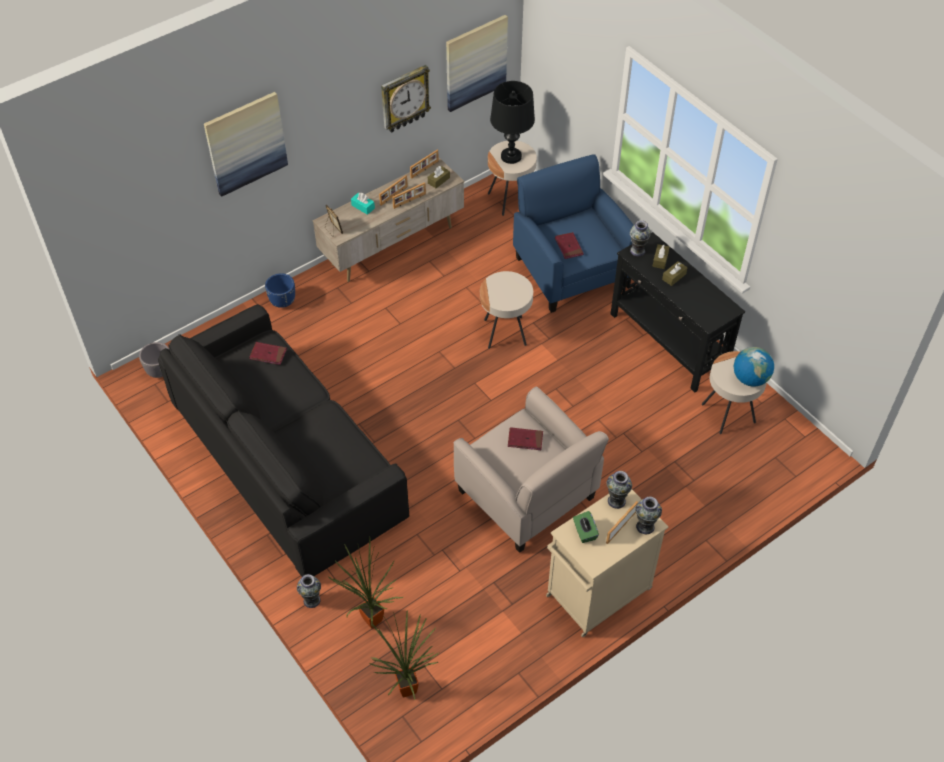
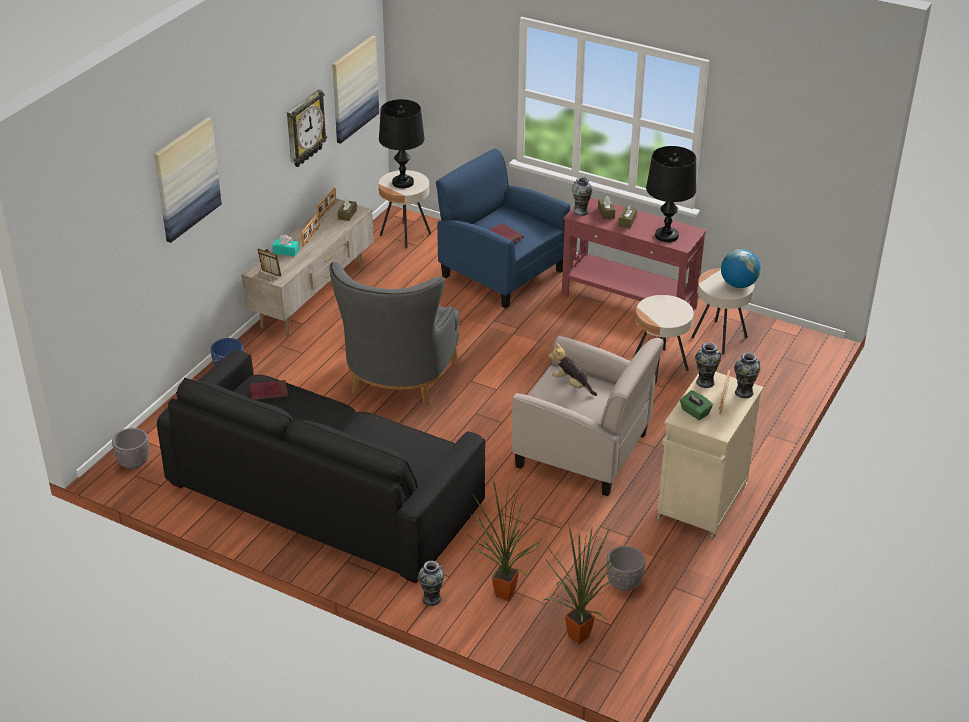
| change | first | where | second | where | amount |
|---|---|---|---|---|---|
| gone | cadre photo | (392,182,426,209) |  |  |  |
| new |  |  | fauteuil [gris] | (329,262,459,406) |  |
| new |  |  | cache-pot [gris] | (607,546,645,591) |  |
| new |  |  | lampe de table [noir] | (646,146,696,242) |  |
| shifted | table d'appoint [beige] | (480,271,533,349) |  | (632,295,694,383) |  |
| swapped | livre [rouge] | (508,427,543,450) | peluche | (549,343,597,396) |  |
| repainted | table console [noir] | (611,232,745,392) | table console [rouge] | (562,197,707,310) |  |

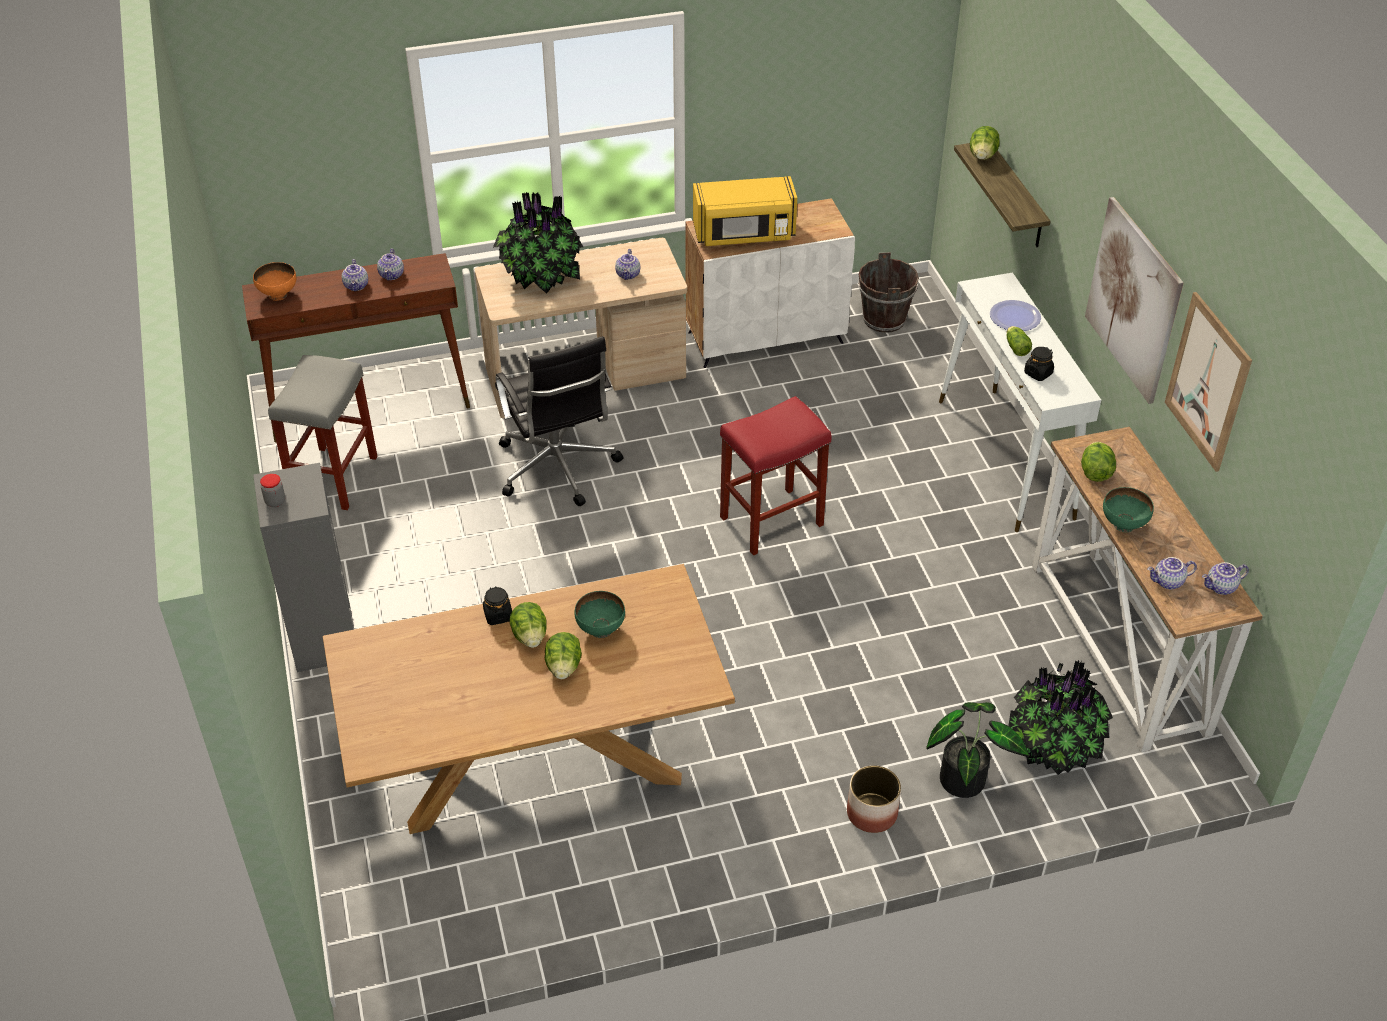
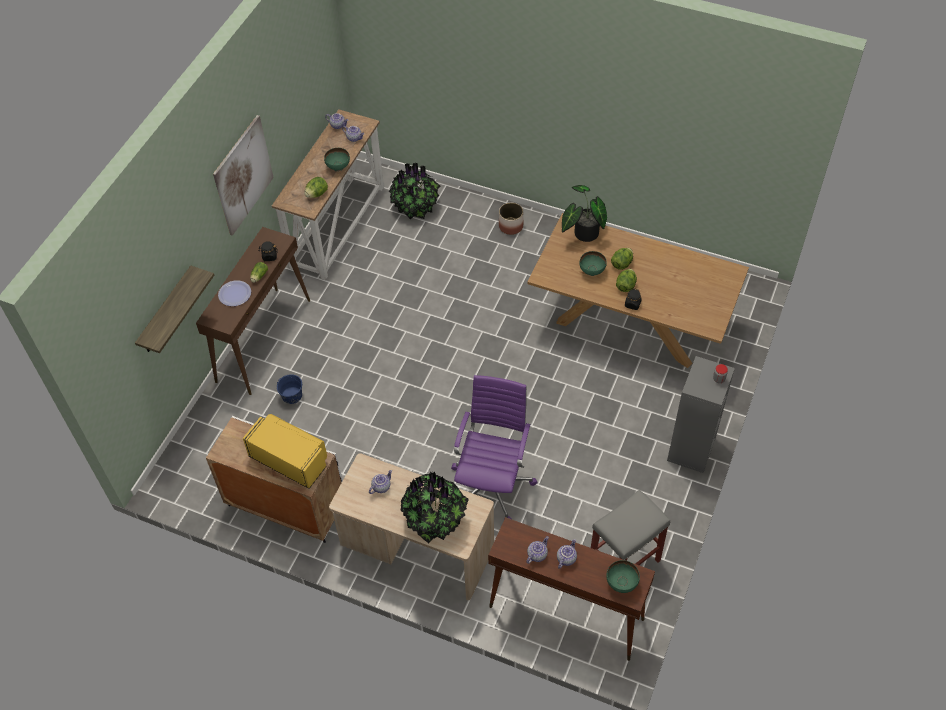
| change | first | where | second | where | amount |
|---|---|---|---|---|---|
| gone | tabouret [rouge] | (720,396,832,555) |  |  |  |
| gone | seau [marron] | (858,252,919,333) |  |  |  |
| gone | laitue | (970,126,1000,160) |  |  |  |
| gone | tableau | (1165,292,1252,472) |  |  |  |
| new |  |  | seau [bleu] | (277,374,302,404) |  |
| shifted | plante en pot | (926,702,1029,798) |  | (562,185,607,242) |  |
| repainted | bol [orange] | (253,262,296,301) | bol [vert] | (606,560,640,593) |  |
| repainted | chaise de bureau [noir] | (495,336,623,506) | chaise de bureau [violet] | (451,375,538,519) |  |
| repainted | table console [blanc] | (939,272,1101,532) | table console [marron] | (196,227,310,395) |  |

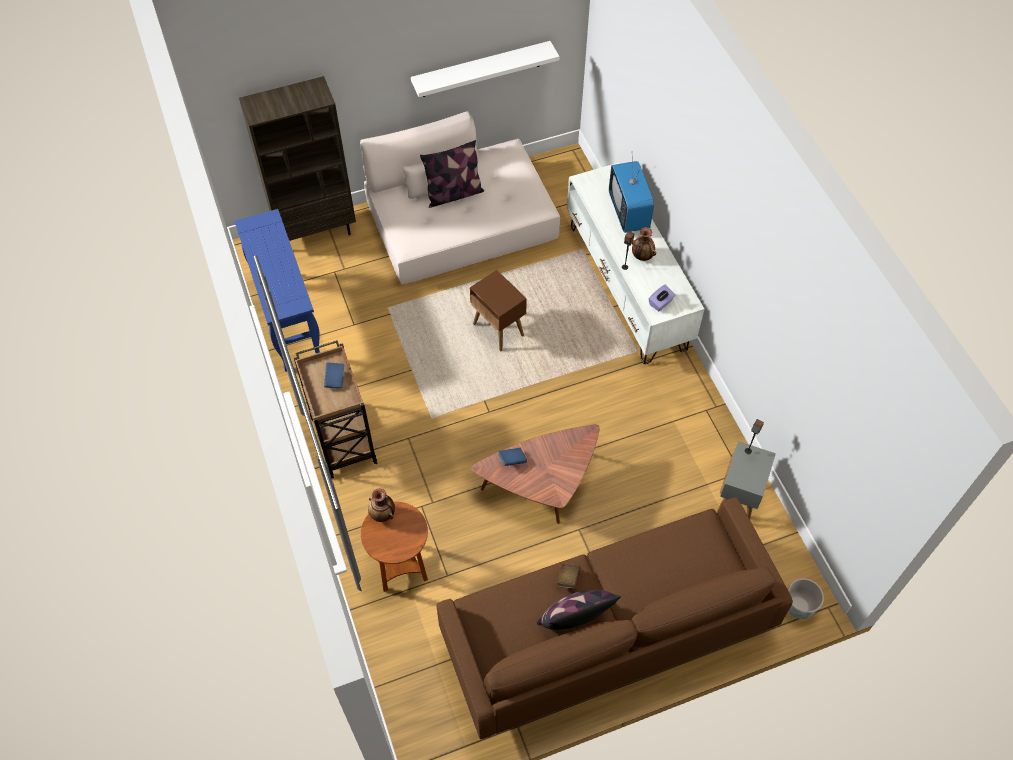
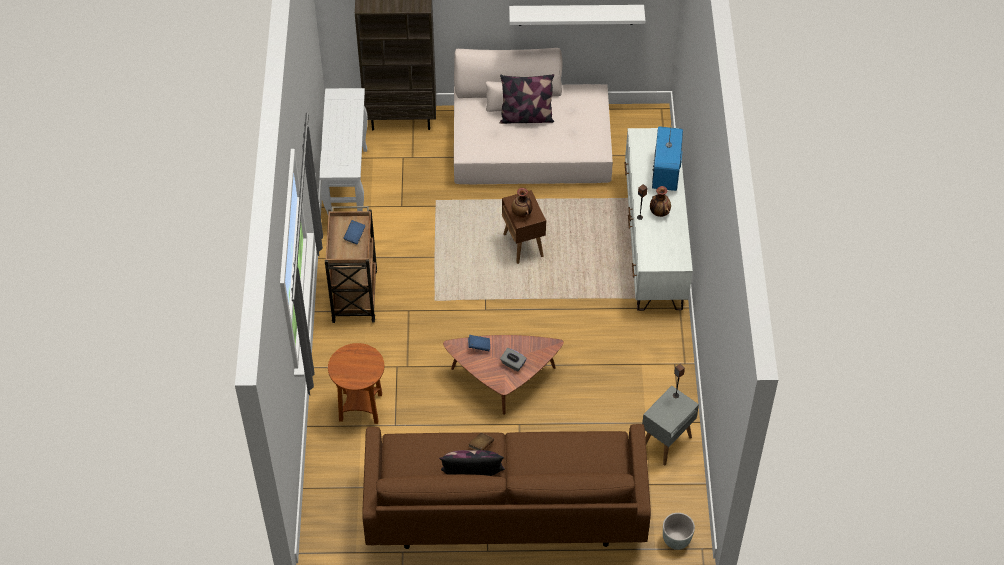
| change | first | where | second | where | amount |
|---|---|---|---|---|---|
| gone | boîte à mouchoirs [violet] | (649,285,675,312) |  |  |  |
| new |  |  | boîte à mouchoirs [gris] | (500,348,527,372) |  |
| shifted | vase | (368,489,395,522) |  | (511,188,533,218) |  |
| repainted | table console [bleu] | (235,209,320,372) | table console [blanc] | (319,88,368,214) |  |

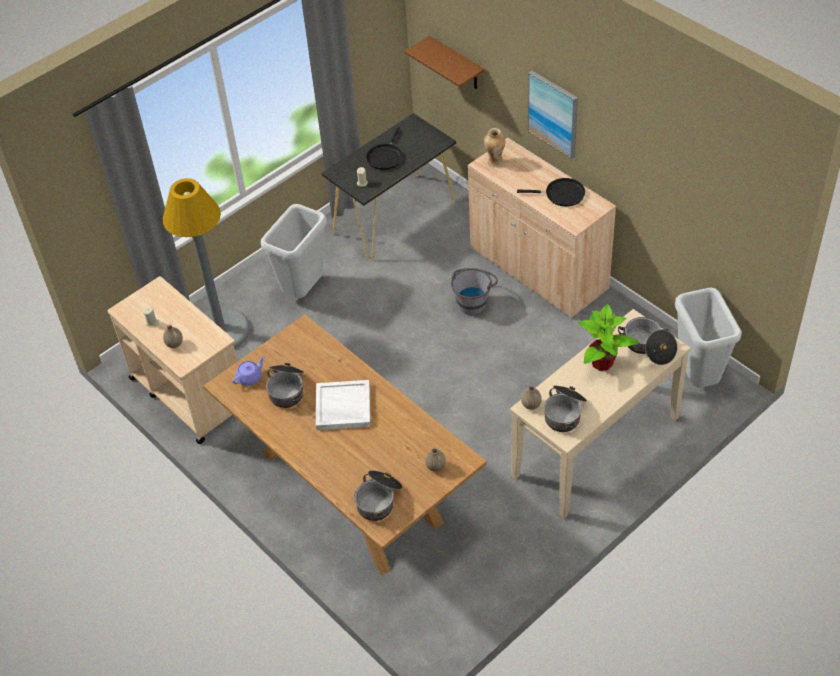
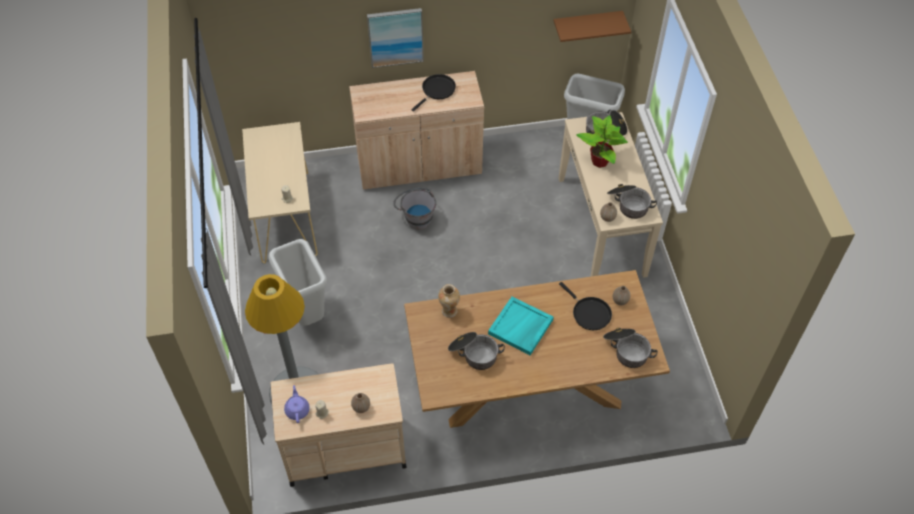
| change | first | where | second | where | amount |
|---|---|---|---|---|---|
| shifted | théière [violet] | (232,356,265,386) |  | (284,385,310,423) |  |
| shifted | poêle [noir] | (366,127,402,170) |  | (559,282,612,330) |  |
| shifted | étagère [marron] | (405,36,485,89) |  | (554,11,631,42) |  |
| shifted | vase | (484,128,505,167) |  | (438,284,460,318) |  |
| repainted | plateau [blanc] | (316,380,370,430) | plateau [turquoise] | (488,296,553,355) |  |
| repainted | table console [noir] | (321,113,456,260) | table console [beige] | (242,122,318,264) |  |

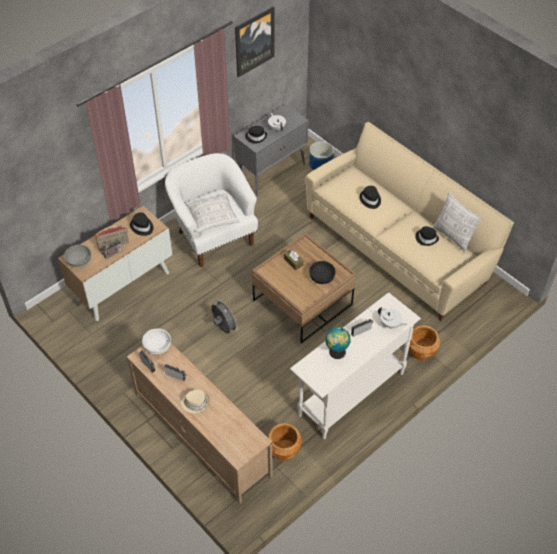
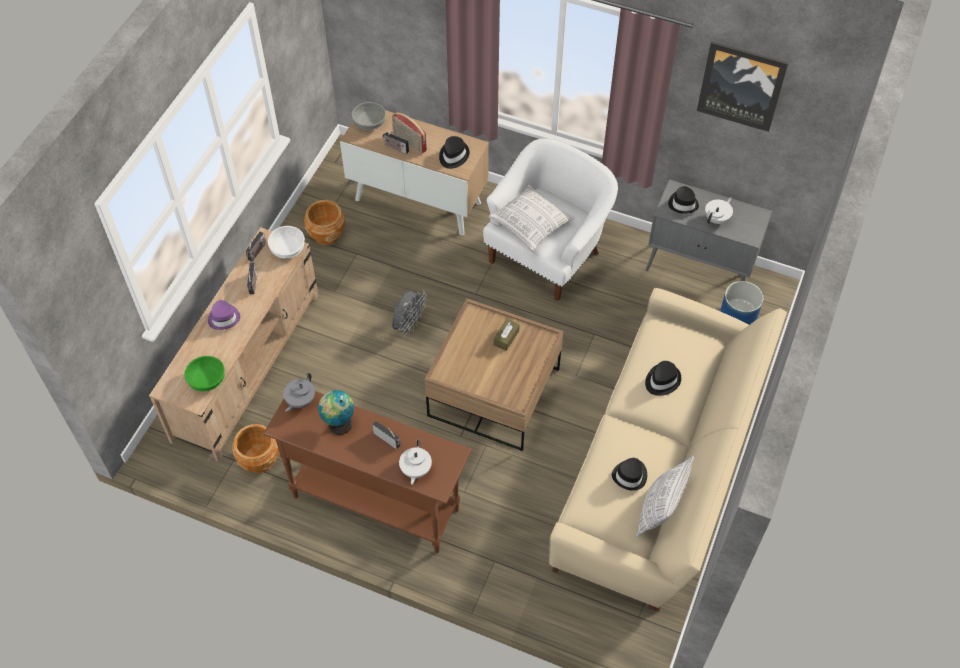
| change | first | where | second | where | amount |
|---|---|---|---|---|---|
| gone | bol [noir] | (309,261,336,284) |  |  |  |
| new |  |  | bol [vert] | (184,356,225,392) |  |
| new |  |  | théière [gris] | (283,373,315,411) |  |
| shifted | cache-pot [marron] | (409,326,440,361) |  | (304,200,345,245) |  |
| repainted | chapeau [beige] | (181,390,209,414) | chapeau [violet] | (208,300,240,330) |  |
| repainted | table console [blanc] | (290,292,421,439) | table console [marron] | (263,391,472,553) |  |

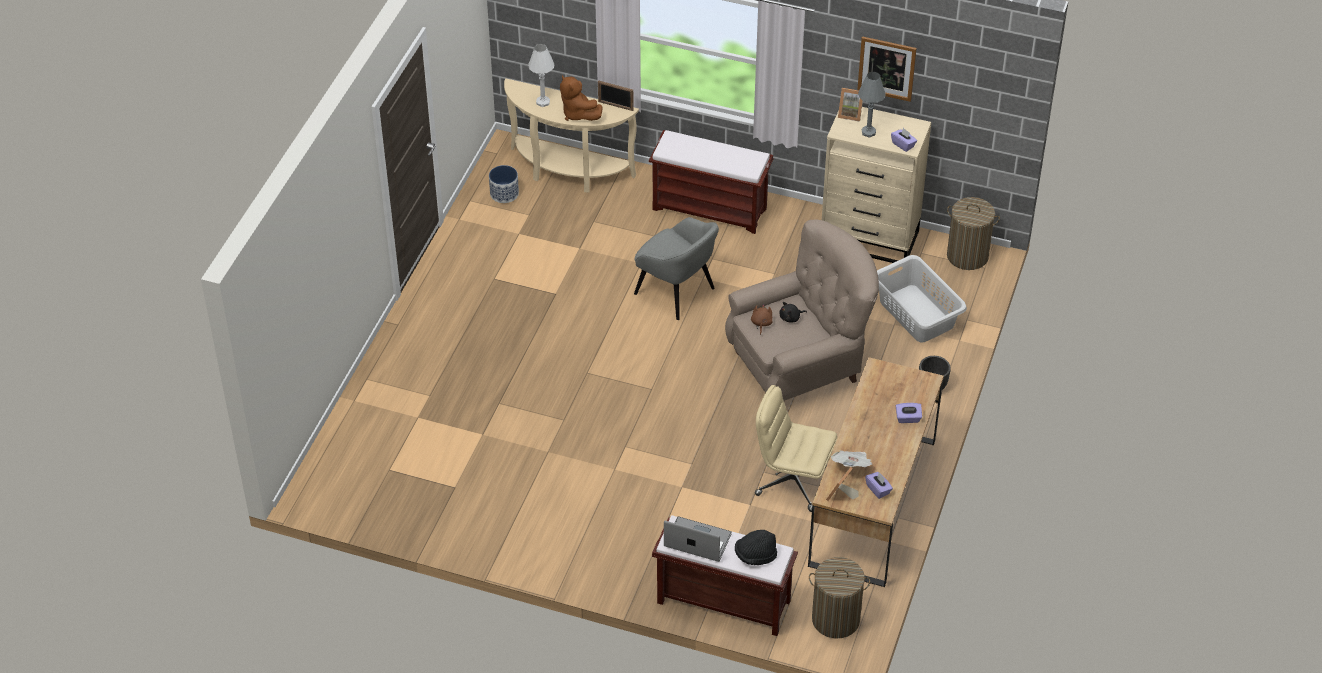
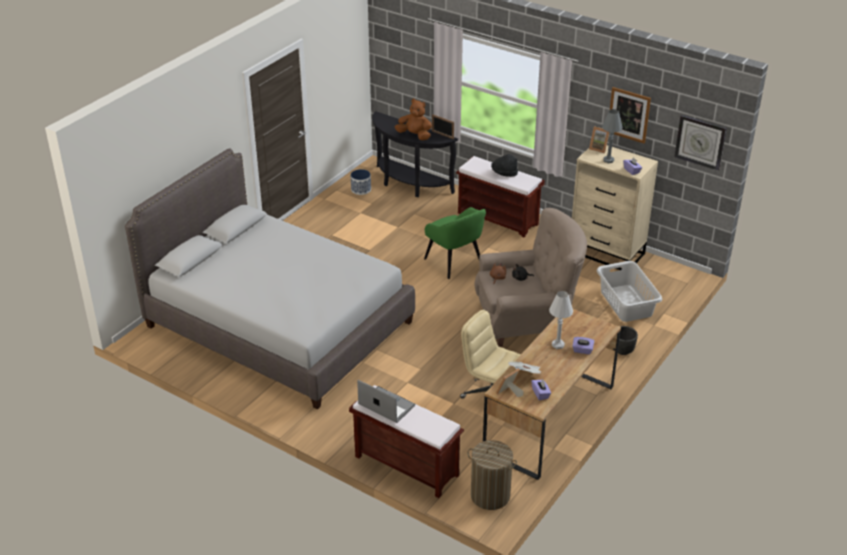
| change | first | where | second | where | amount |
|---|---|---|---|---|---|
| gone | panier à linge | (947,197,1000,270) |  |  |  |
| new |  |  | lit [gris] | (125,148,415,409) |  |
| new |  |  | horloge murale | (674,115,727,170) |  |
| shifted | lampe de table [blanc] | (528,44,555,107) |  | (549,291,573,349) |  |
| shifted | chapeau [noir] | (735,530,777,565) |  | (491,154,518,177) |  |
| repainted | table console [beige] | (504,78,639,193) | table console [noir] | (372,111,458,197) |  |
| repainted | fauteuil [gris] | (634,217,719,320) | fauteuil [vert] | (424,207,486,279) |  |
| rotated | peluche [marron] | (560,75,603,121) |  | (395,99,432,140) | 135 degrees clockwise |

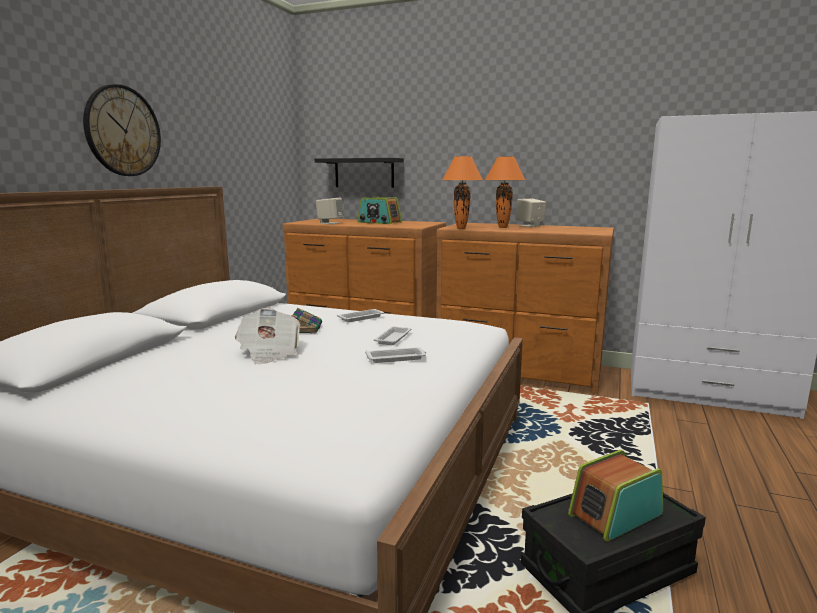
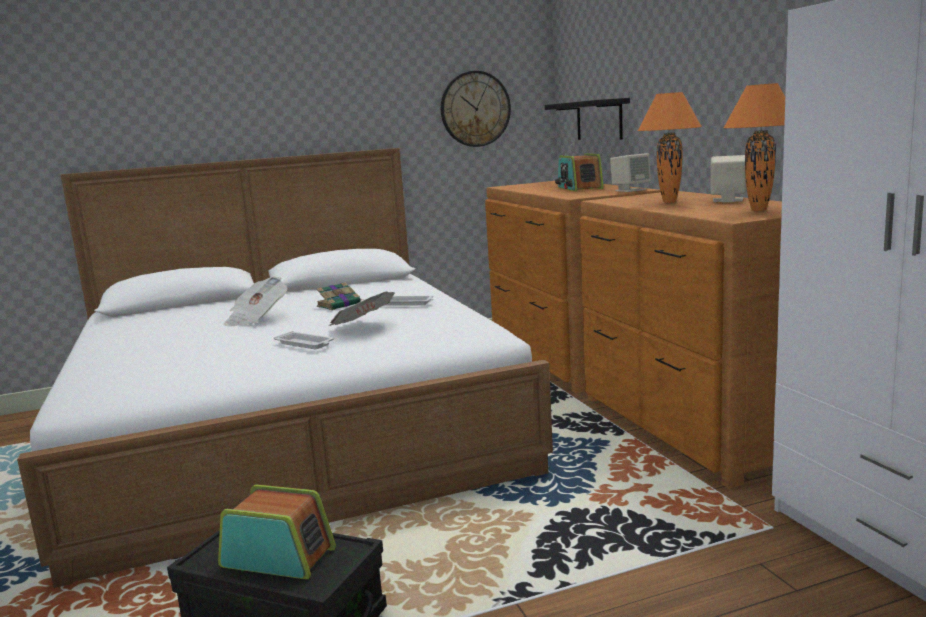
| change | first | where | second | where | amount |
|---|---|---|---|---|---|
| shifted | horloge murale | (83,84,161,176) |  | (441,71,511,147) |  |
| shifted | enceinte [beige] | (316,198,343,224) |  | (610,153,651,192) |  |
| shifted | lampe de table [orange] | (442,156,483,229) |  | (723,83,785,211) |  |
| swapped | plateau [blanc] | (374,326,412,345) | journal | (328,292,395,326) |  |

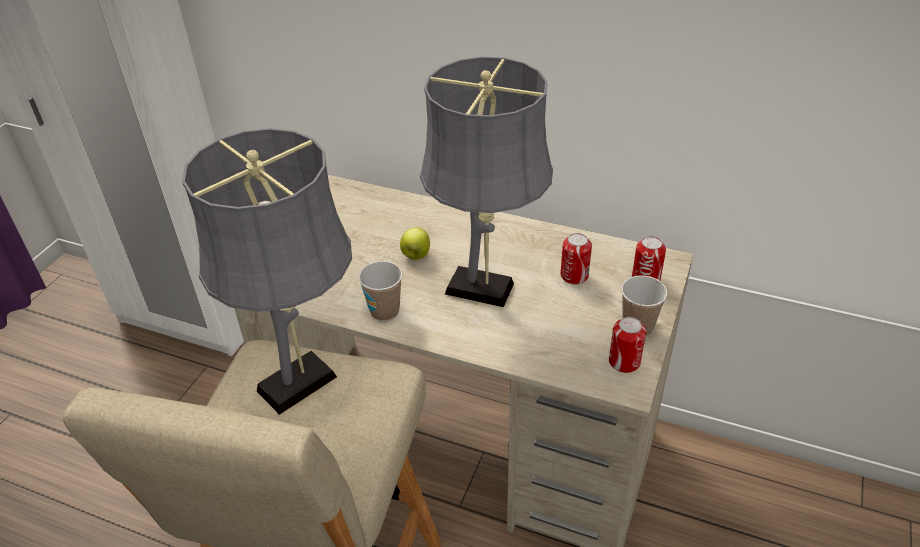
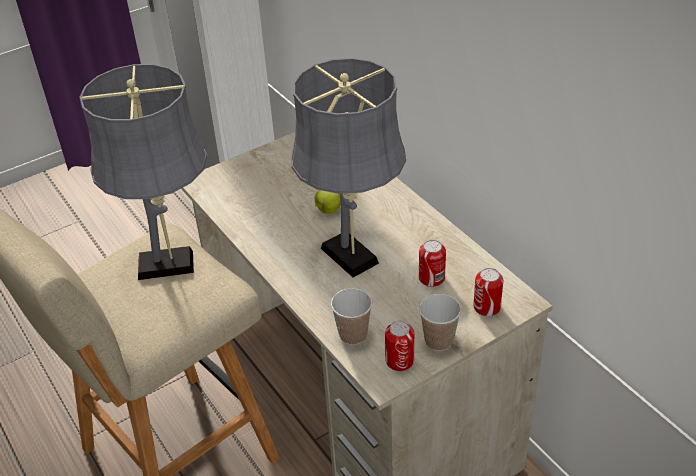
| change | first | where | second | where | amount |
|---|---|---|---|---|---|
| shifted | tasse | (359,261,402,321) |  | (331,288,372,345) |  |

